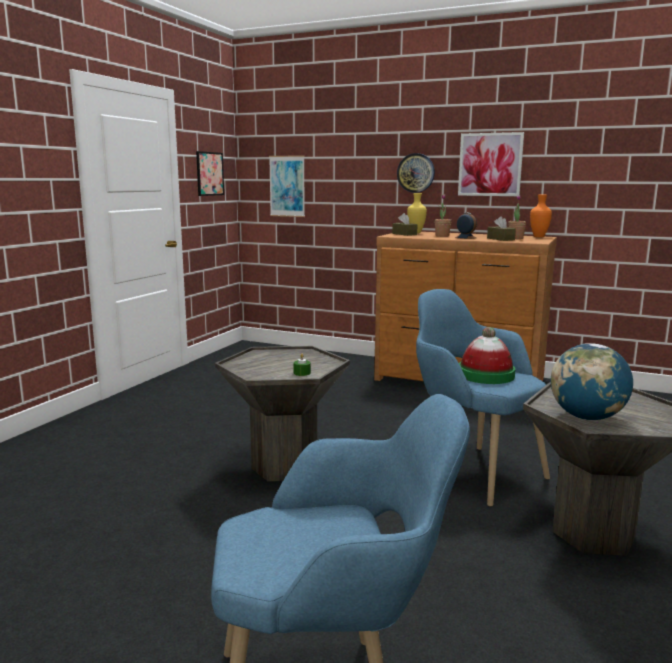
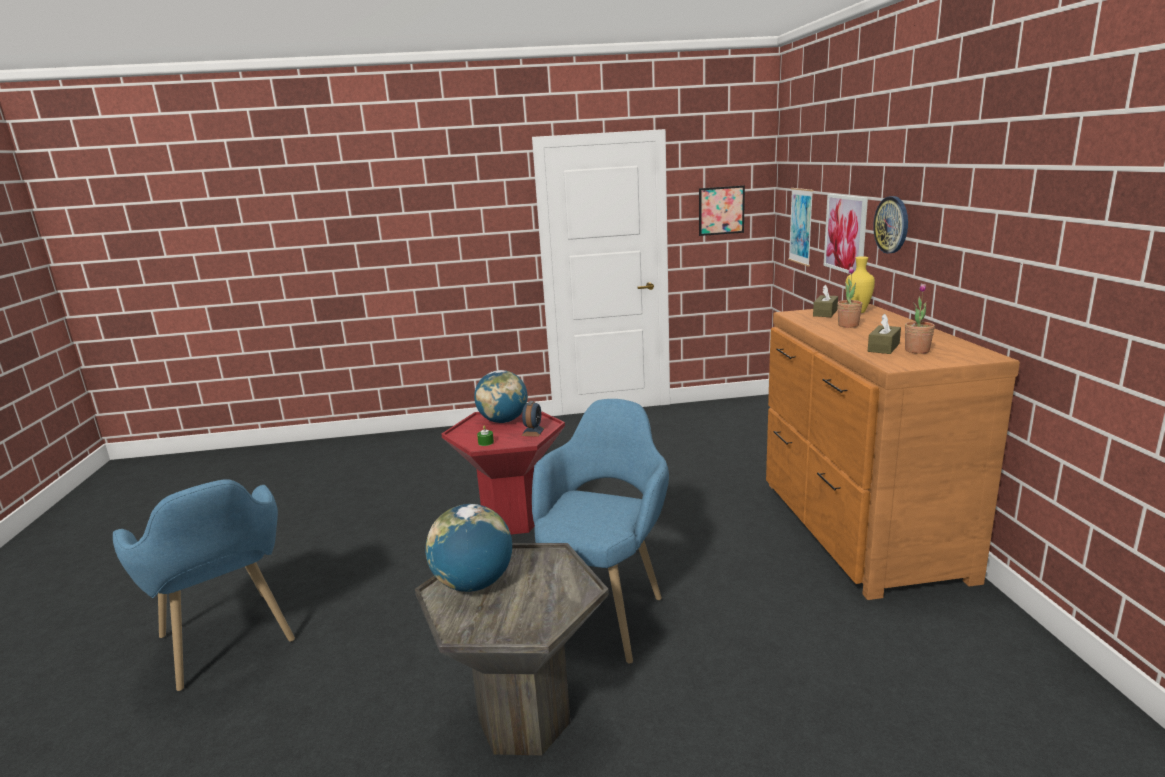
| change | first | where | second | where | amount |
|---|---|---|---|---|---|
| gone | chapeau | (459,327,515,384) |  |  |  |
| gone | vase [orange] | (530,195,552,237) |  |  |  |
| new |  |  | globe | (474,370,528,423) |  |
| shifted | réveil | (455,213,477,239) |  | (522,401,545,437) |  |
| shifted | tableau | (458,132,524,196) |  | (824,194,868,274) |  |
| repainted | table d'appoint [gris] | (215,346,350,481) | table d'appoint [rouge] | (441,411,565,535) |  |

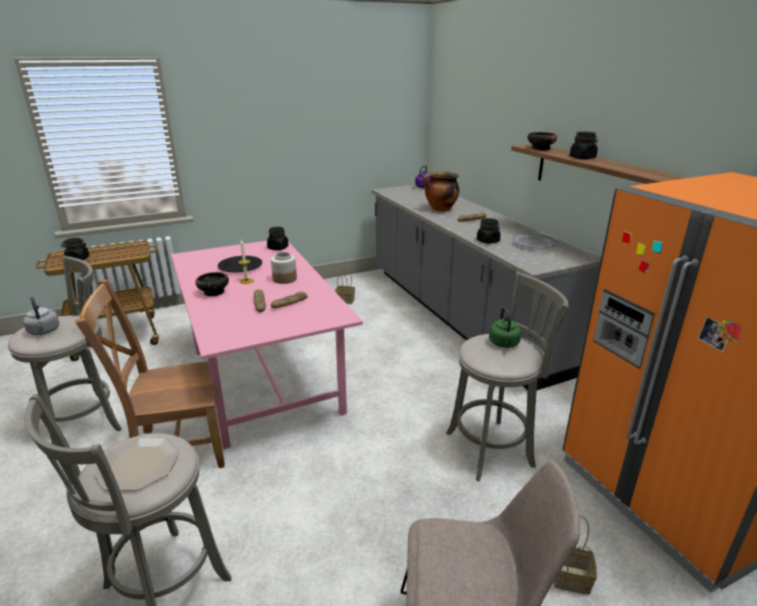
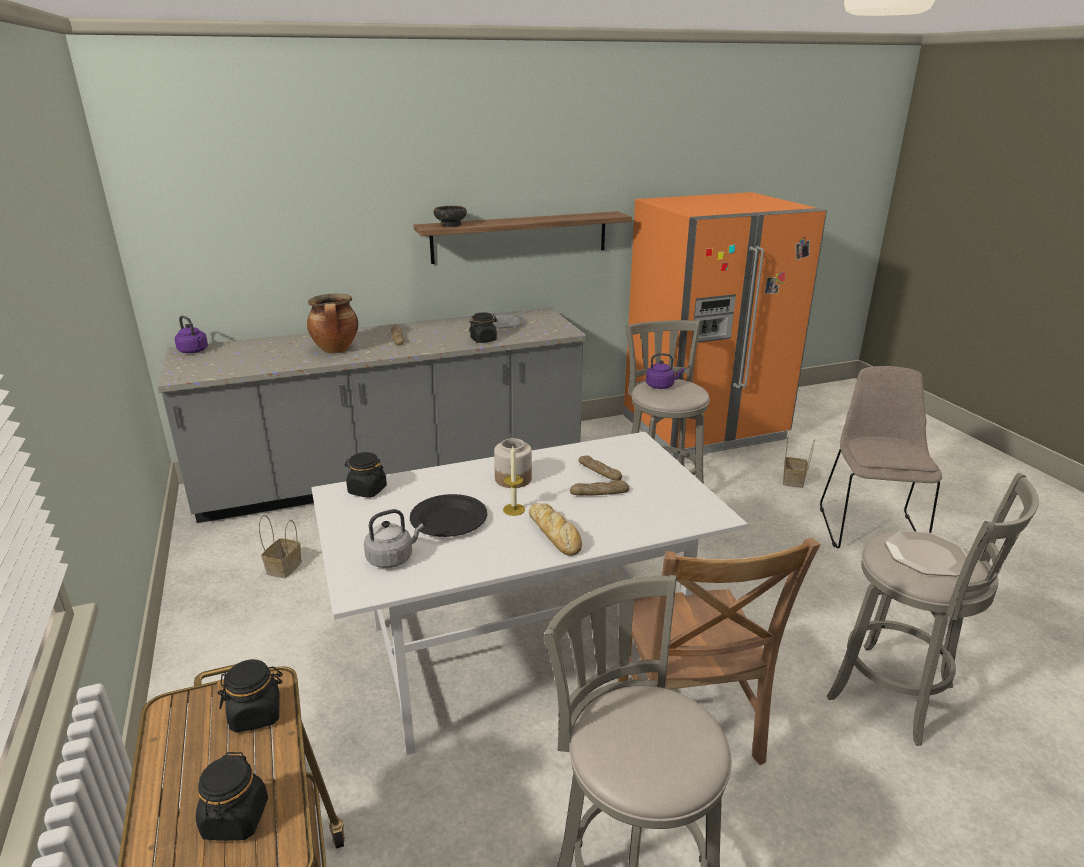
| change | first | where | second | where | amount |
|---|---|---|---|---|---|
| shifted | bouilloire [gris] | (23,297,59,335) |  | (364,509,424,568) |  |
| shifted | bocal [noir] | (570,132,598,159) |  | (217,659,282,733) |  |
| swapped | bol | (195,272,229,296) | pain | (529,503,582,556) |  |
| repainted | table à manger [rose] | (171,241,363,449) | table à manger [blanc] | (311,432,748,755) |  |
| repainted | bouilloire [vert] | (489,307,521,348) | bouilloire [violet] | (646,353,684,389) |  |

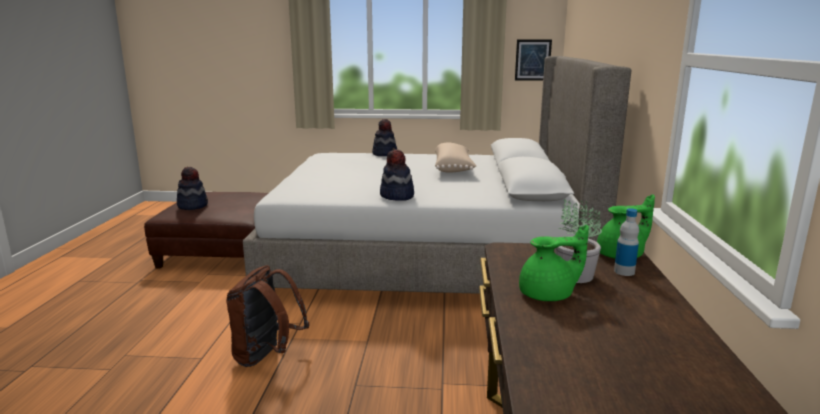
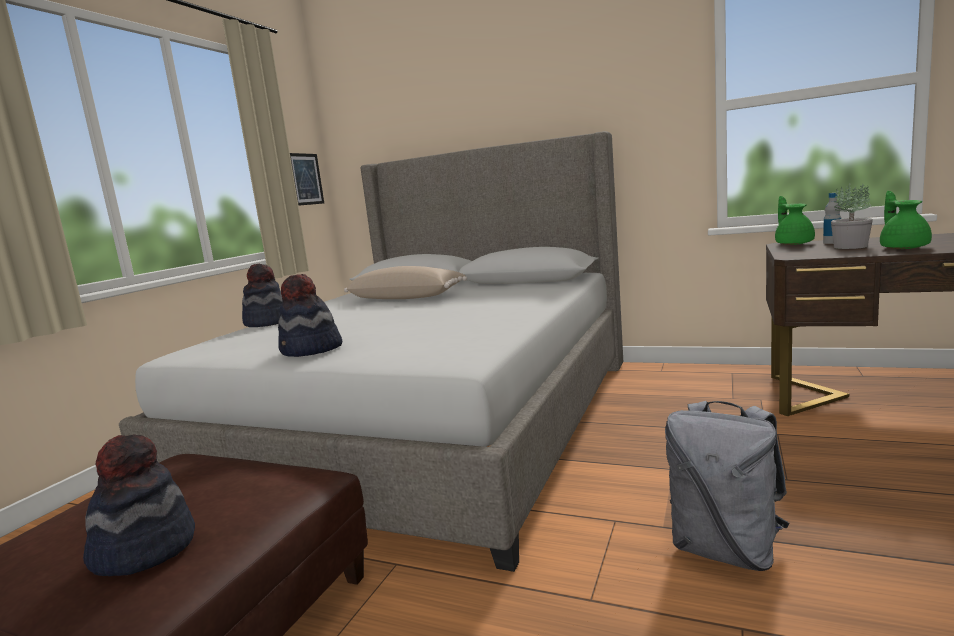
| change | first | where | second | where | amount |
|---|---|---|---|---|---|
| shifted | chapeau | (380,149,414,201) |  | (278,274,342,357) |  |
| repainted | sac à dos [marron] | (226,265,309,367) | sac à dos [gris] | (665,401,789,571) |  |

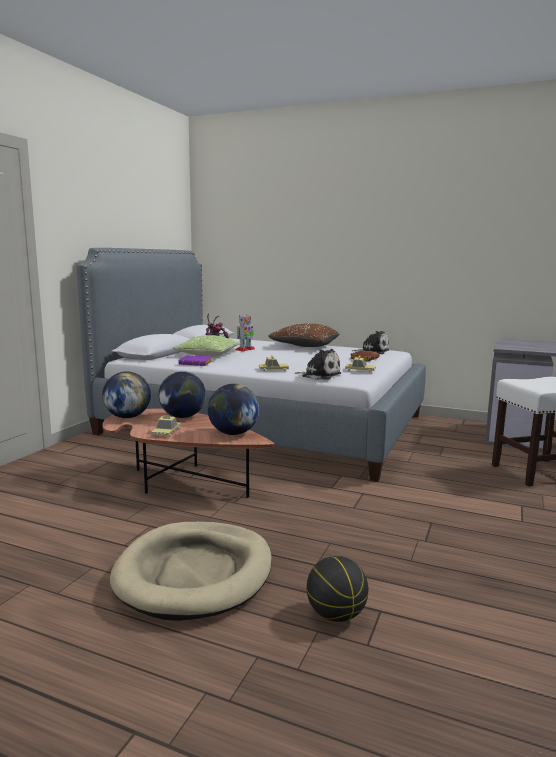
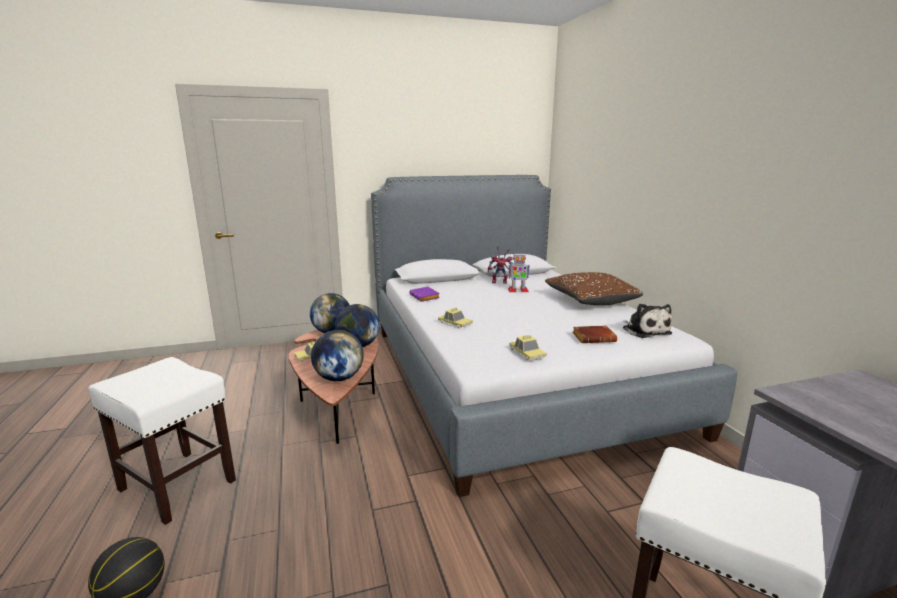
| change | first | where | second | where | amount |
|---|---|---|---|---|---|
| gone | coussin | (172,335,241,357) |  |  |  |
| gone | peluche | (294,349,341,380) |  |  |  |
| swapped | panier pour chien [beige] | (110,522,272,621) | tabouret [blanc] | (88,357,236,525) |  |

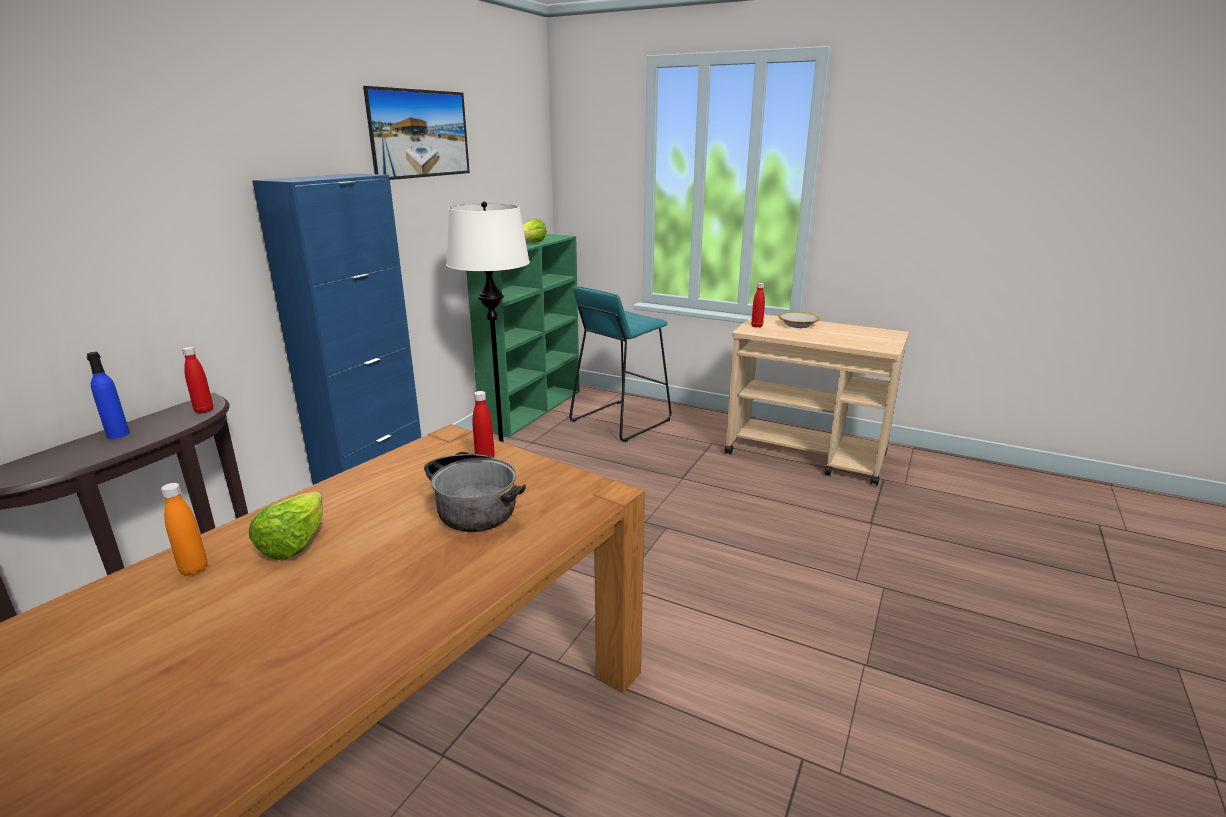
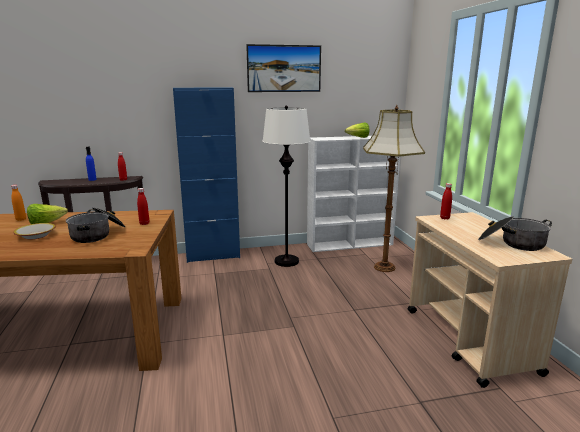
| change | first | where | second | where | amount |
|---|---|---|---|---|---|
| new |  |  | marmite | (478,216,552,251) |  |
| shifted | bol | (779,312,820,328) |  | (13,223,56,239) |  |
| swapped | tabouret [turquoise] | (569,286,672,442) | lampadaire | (363,105,425,272) |  |
| repainted | bibliothèque [vert] | (466,234,580,437) | bibliothèque [blanc] | (307,136,400,252) |  |

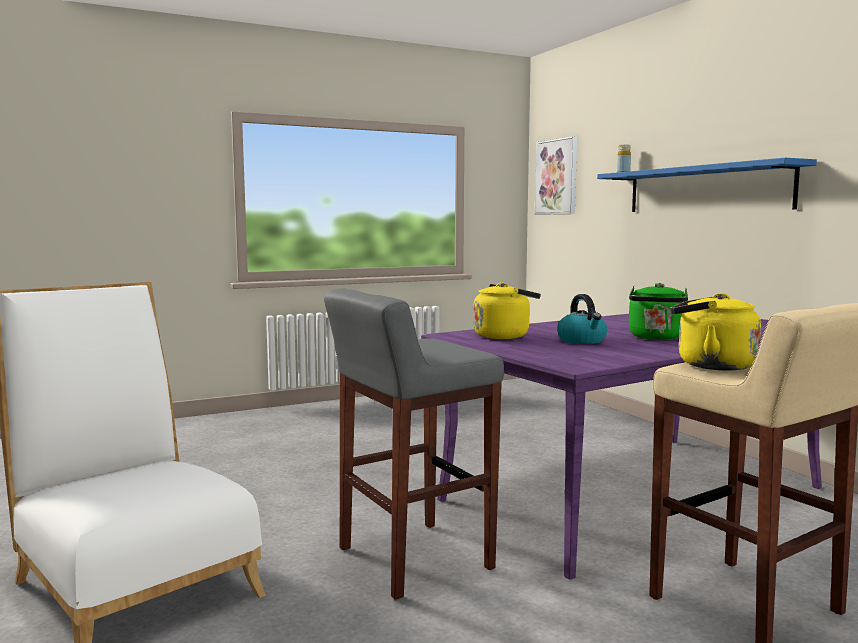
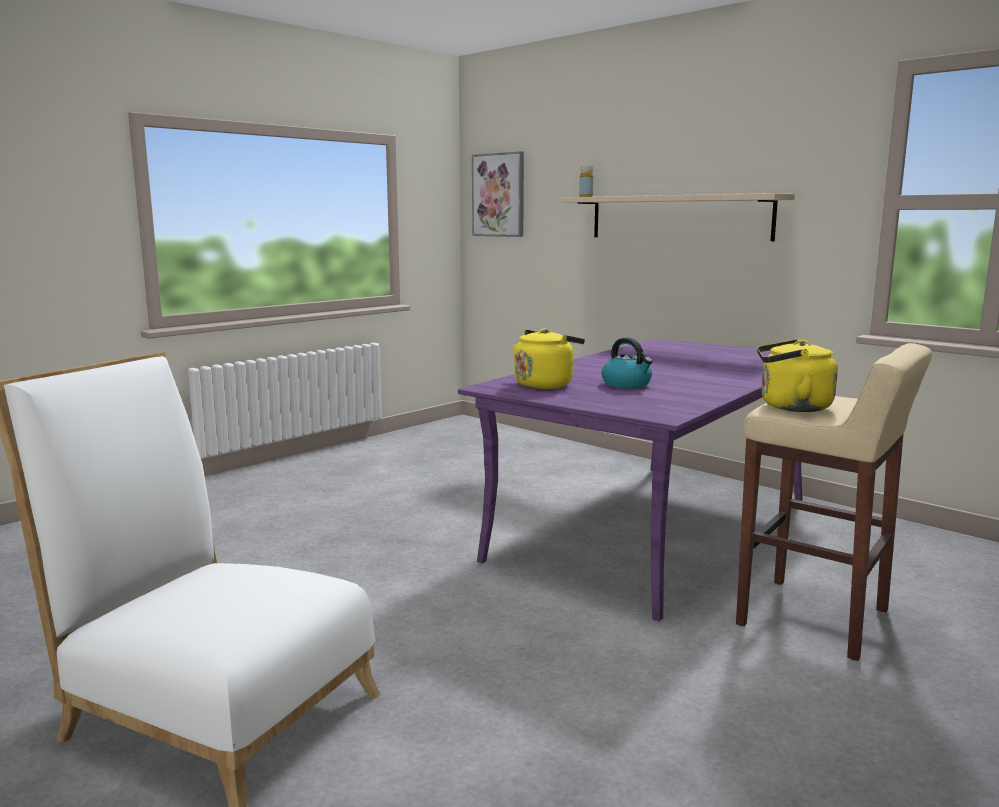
| change | first | where | second | where | amount |
|---|---|---|---|---|---|
| gone | tabouret [gris] | (324,289,504,600) |  |  |  |
| gone | bouilloire [vert] | (629,283,688,340) |  |  |  |
| repainted | étagère [bleu] | (597,158,817,212) | étagère [beige] | (561,193,795,241) |  |

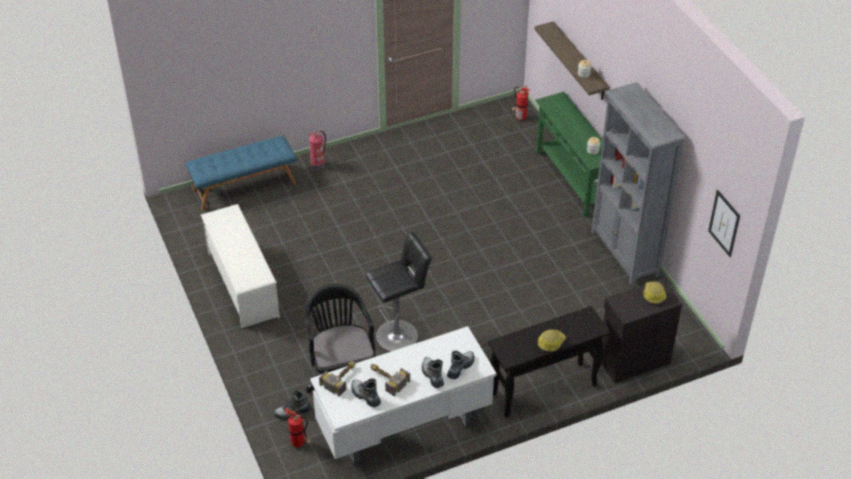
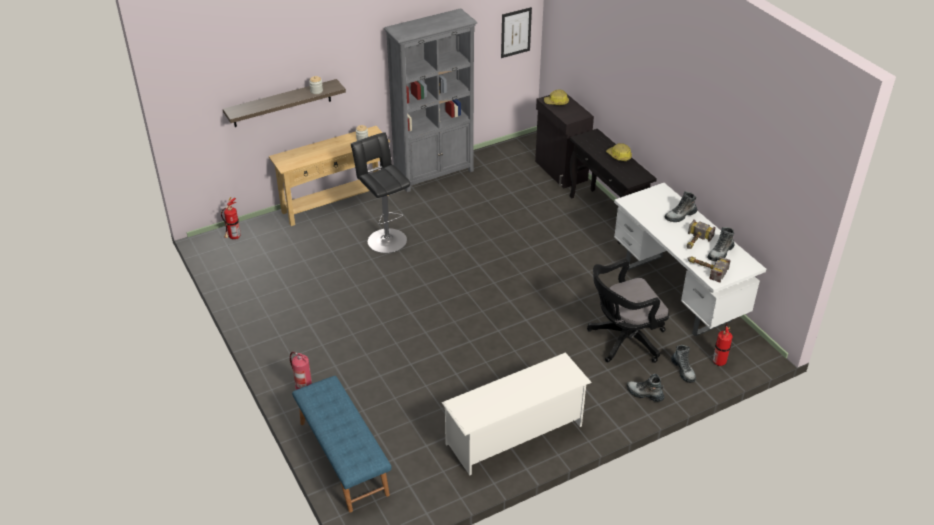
| change | first | where | second | where | amount |
|---|---|---|---|---|---|
| shifted | tabouret [noir] | (365,232,432,351) |  | (351,132,411,253) |  |
| shifted | botte | (447,351,475,379) |  | (627,374,664,402) |  |
| repainted | table console [vert] | (535,92,603,217) | table console [beige] | (269,126,390,226) |  |

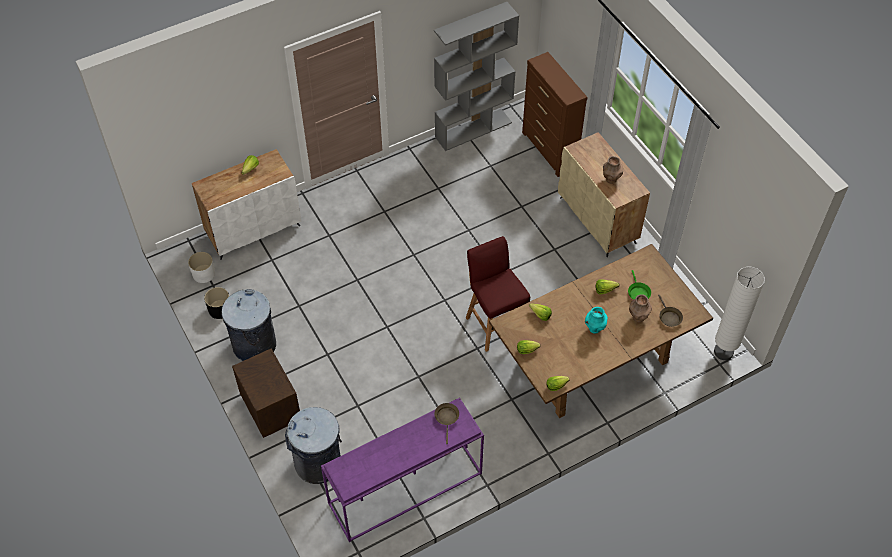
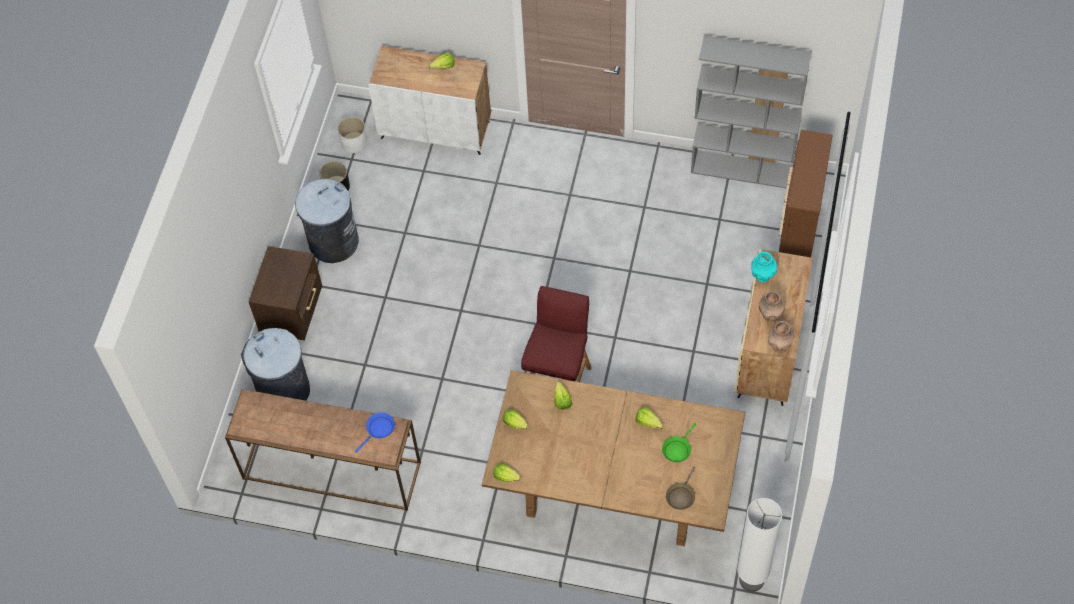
| change | first | where | second | where | amount |
|---|---|---|---|---|---|
| shifted | vase [turquoise] | (585,307,608,334) |  | (751,251,777,282) |  |
| shifted | vase [marron] | (629,294,652,322) |  | (768,321,795,353) |  |
| repainted | table console [violet] | (321,398,484,542) | table console [marron] | (225,389,421,511) |  |
| repainted | poêle [marron] | (434,403,459,444) | poêle [bleu] | (355,413,395,453) |  |

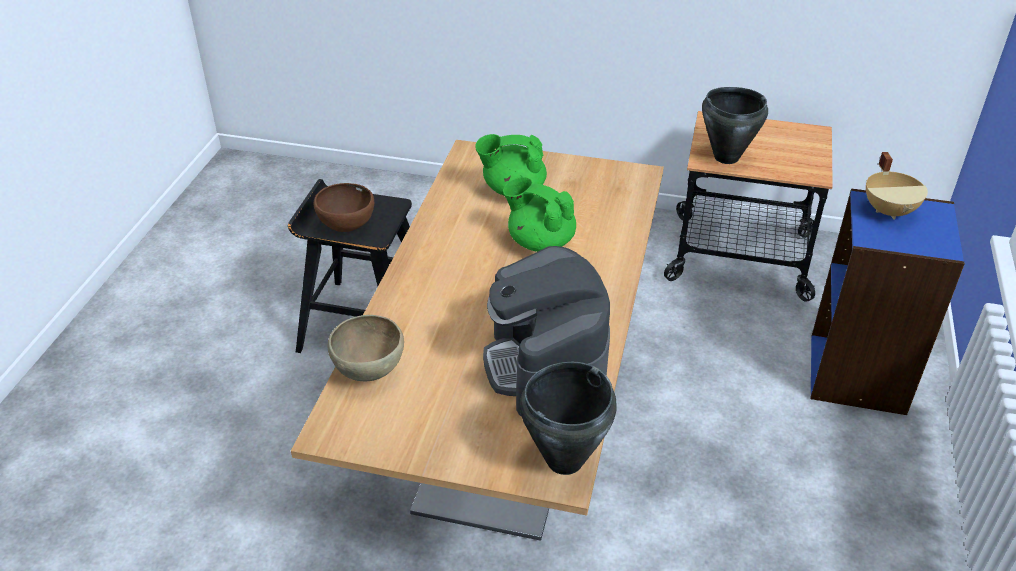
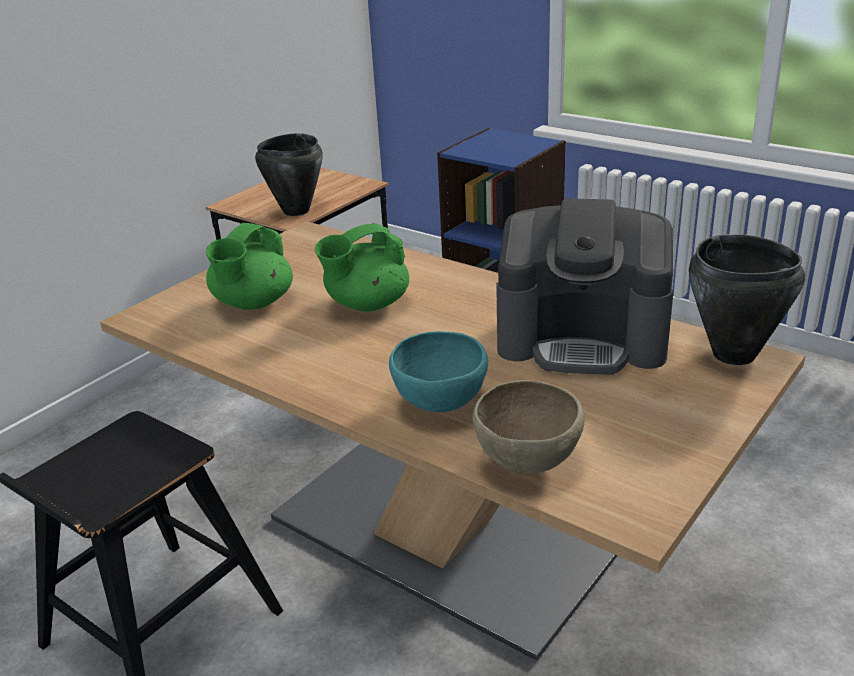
| change | first | where | second | where | amount |
|---|---|---|---|---|---|
| gone | bol [marron] | (314,183,374,232) |  |  |  |
| gone | marmite [beige] | (866,152,928,220) |  |  |  |
| new |  |  | bol [turquoise] | (389,331,488,412) |  |

